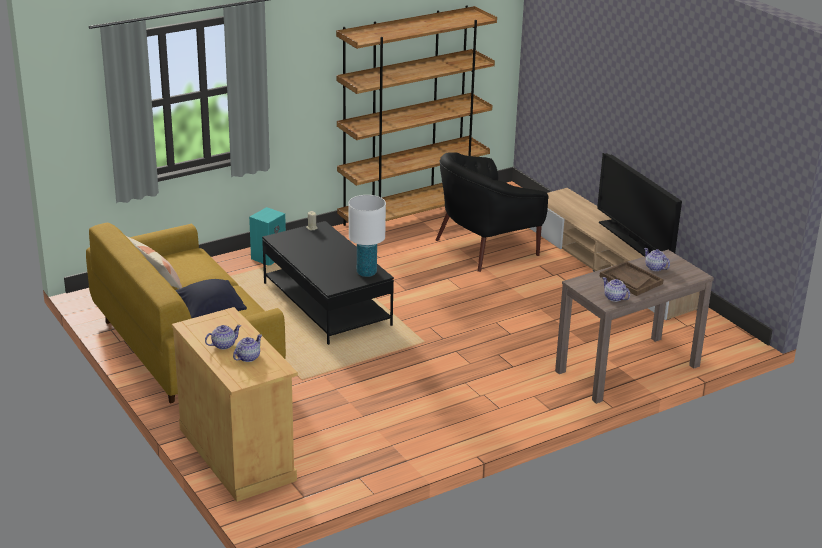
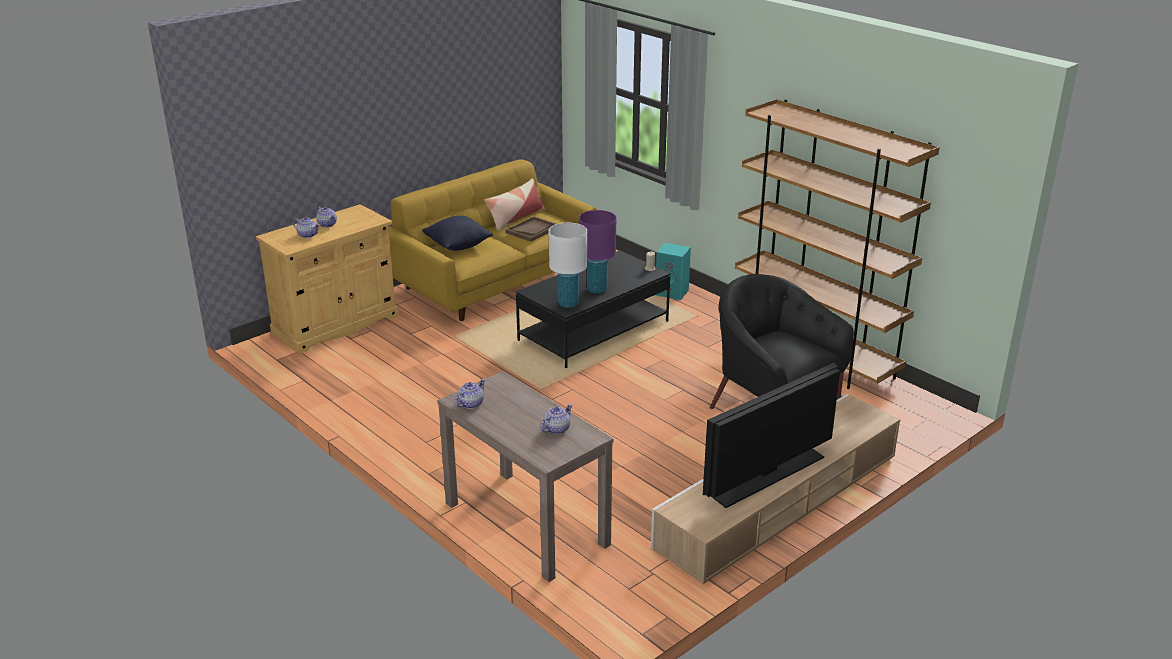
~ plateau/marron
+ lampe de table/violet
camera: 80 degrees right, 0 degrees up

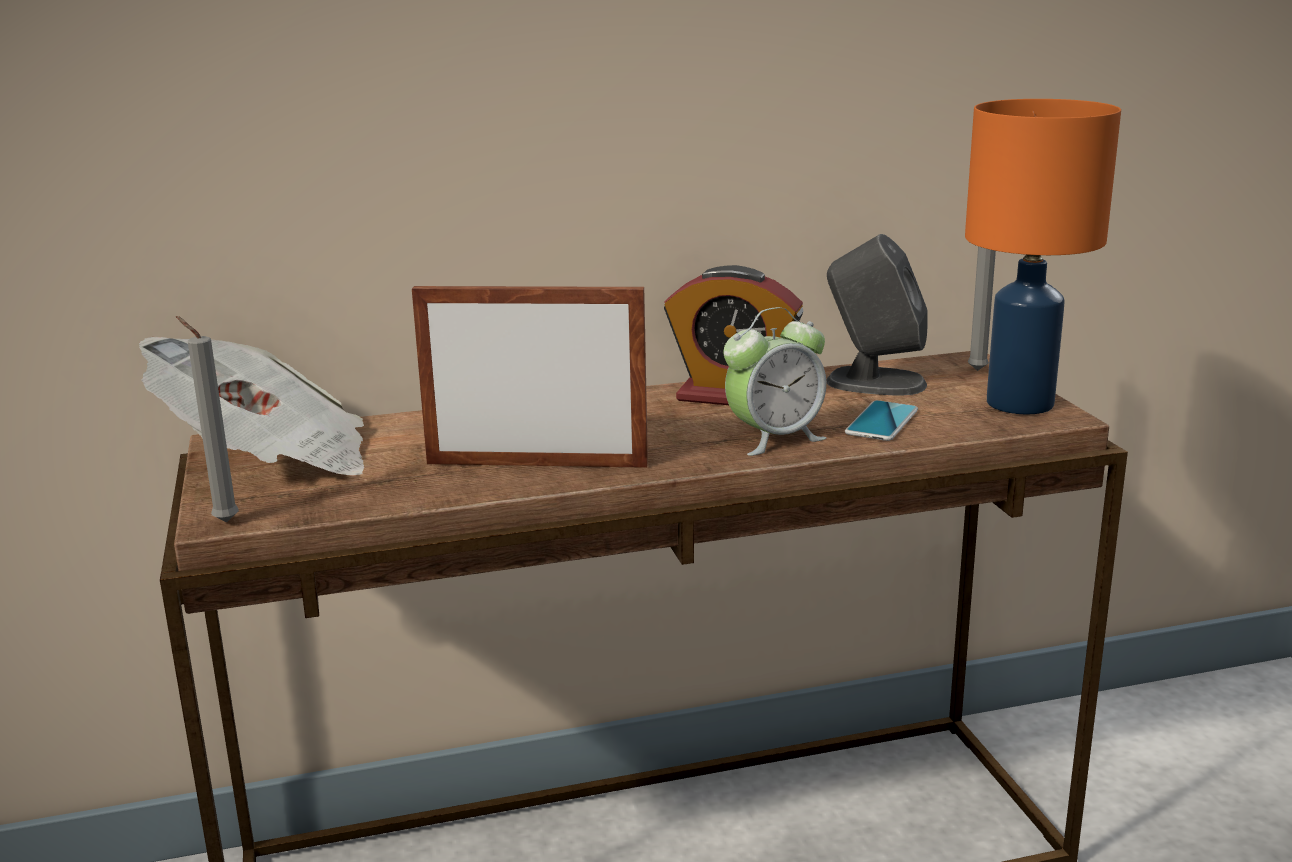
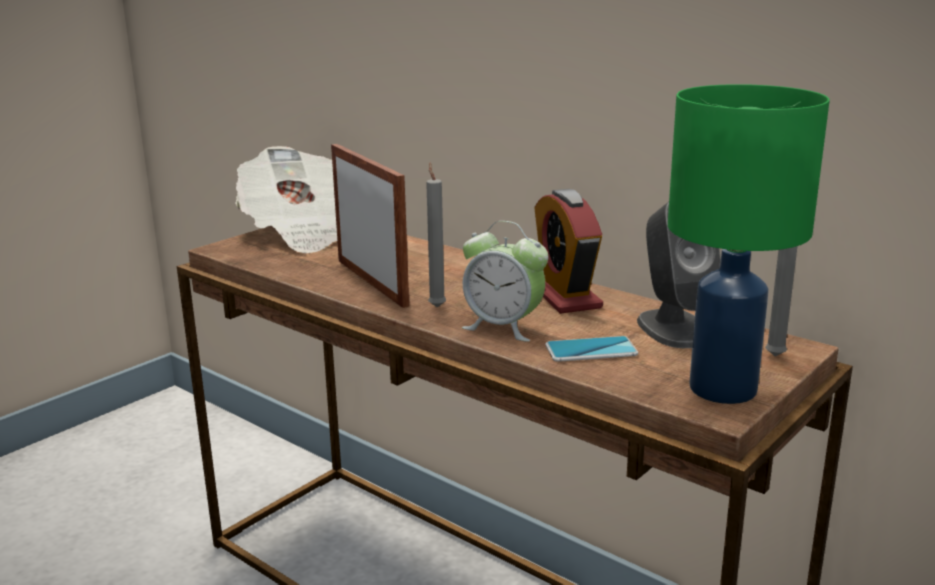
~ bougie/gris (no. 1 from left)
~ lampe de table/orange to lampe de table/vert
camera: 55 degrees right, 0 degrees up

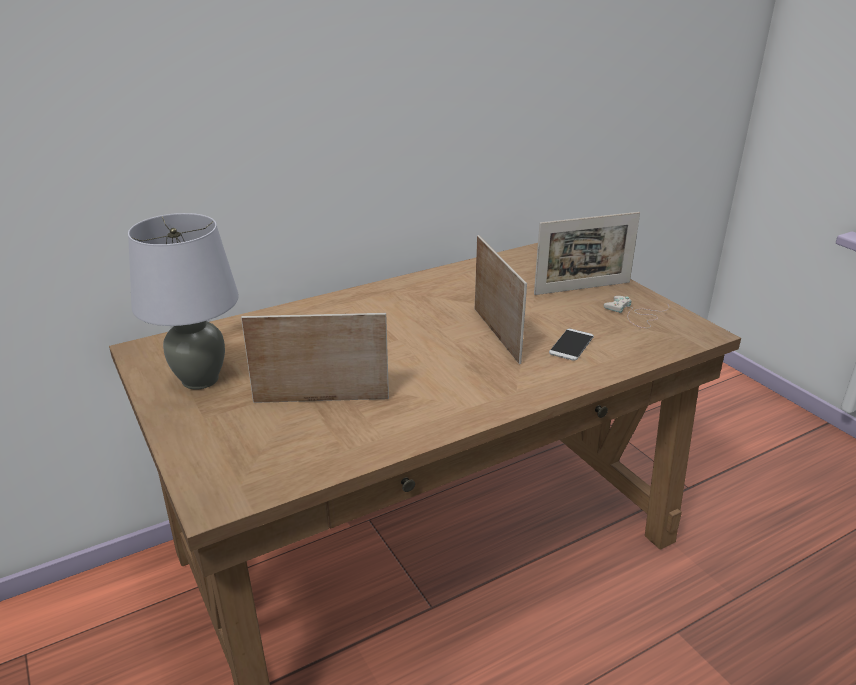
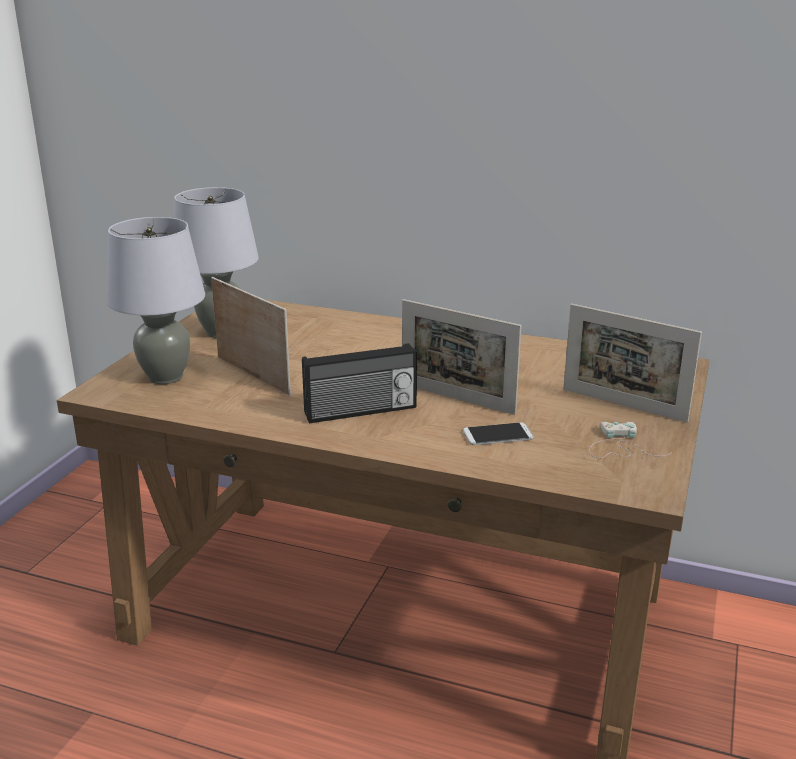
+ lampe de table/gris (no. 1 from left)
+ radio
~ cadre photo (no. 2 from left) 90 degrees clockwise
camera: 50 degrees right, 5 degrees down

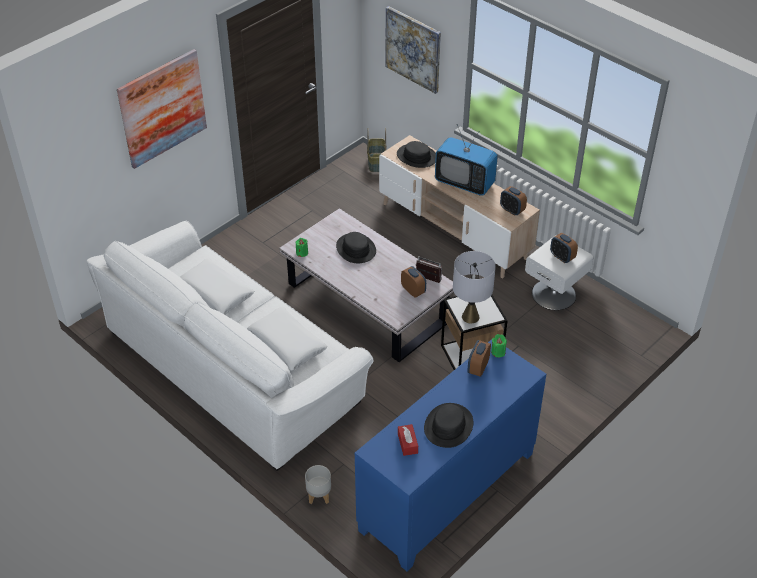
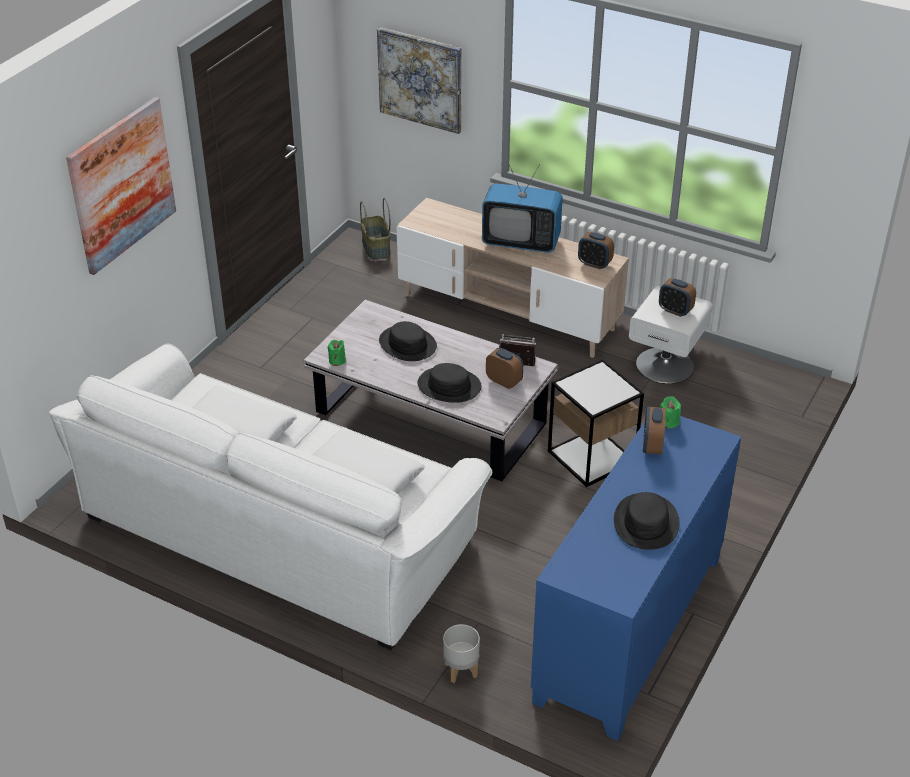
~ chapeau/noir (no. 2 from left)
- boîte à mouchoirs/rouge
- lampe de table/gris
camera: 15 degrees left, 5 degrees down

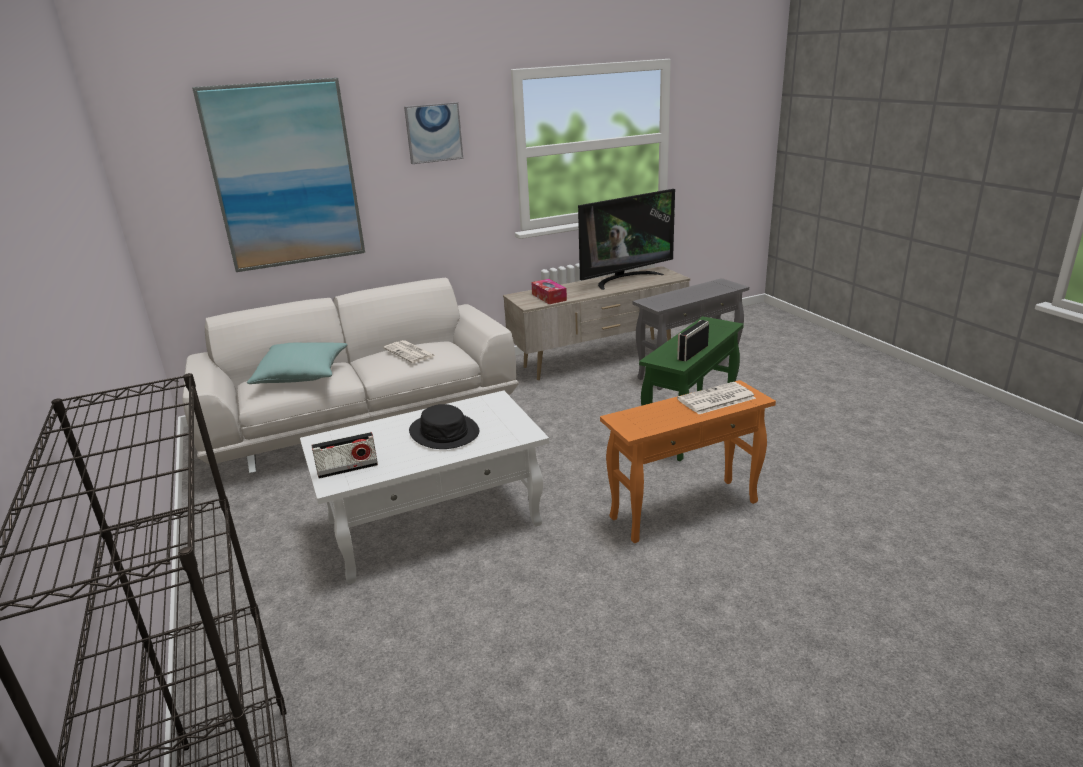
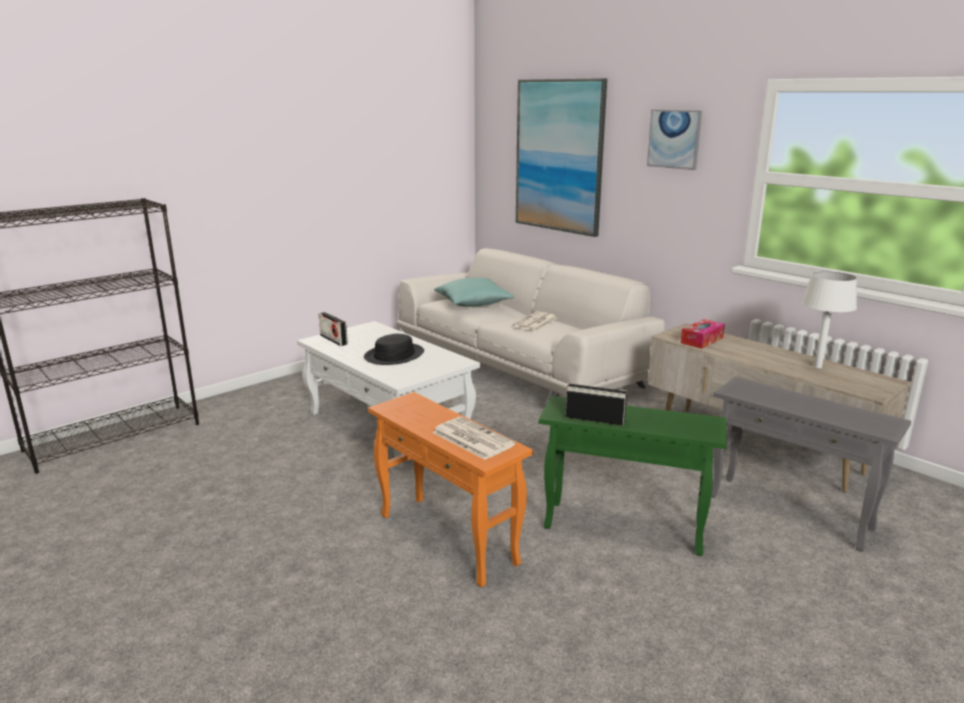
~ téléviseur to lampe de table/blanc
camera: 70 degrees right, 5 degrees down

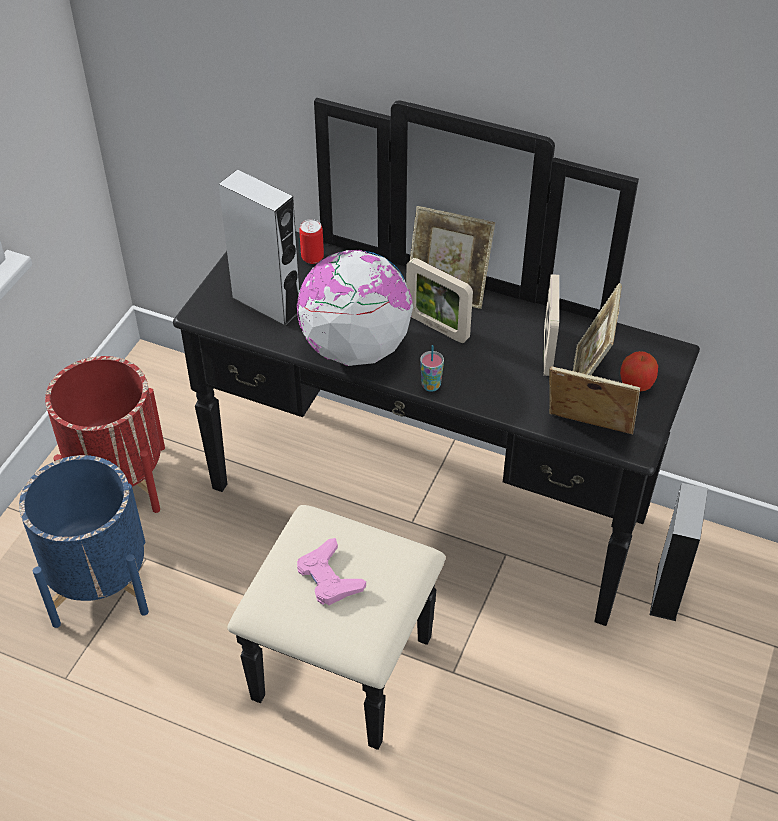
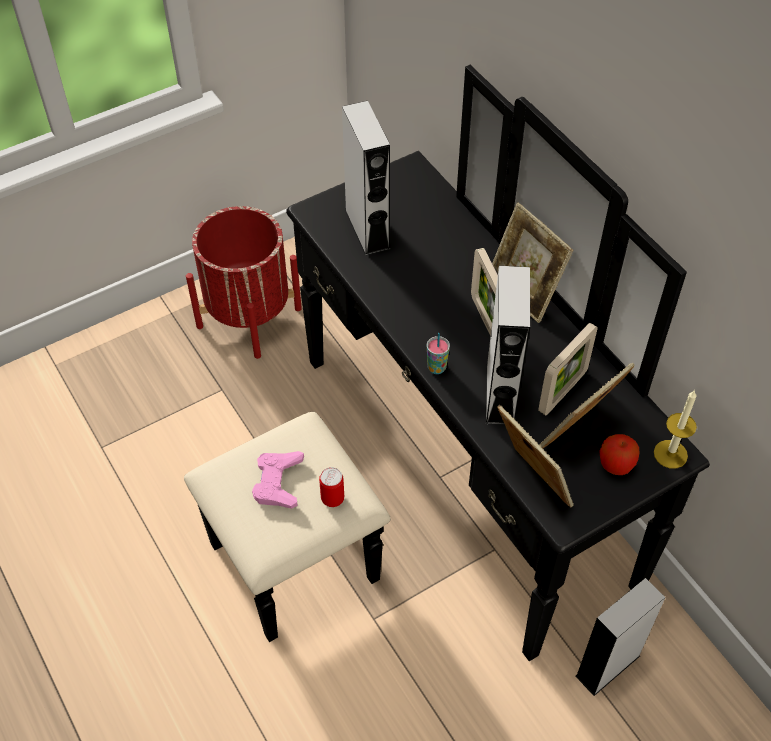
~ boîte métallique
+ enceinte/gris (no. 2 from left)
+ bougie
- cache-pot/bleu
- globe
camera: 35 degrees right, 5 degrees up

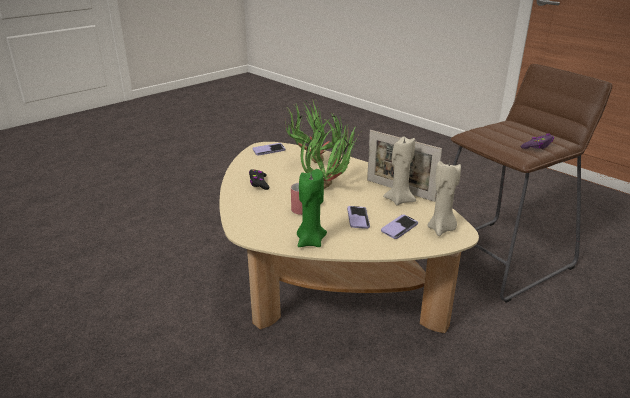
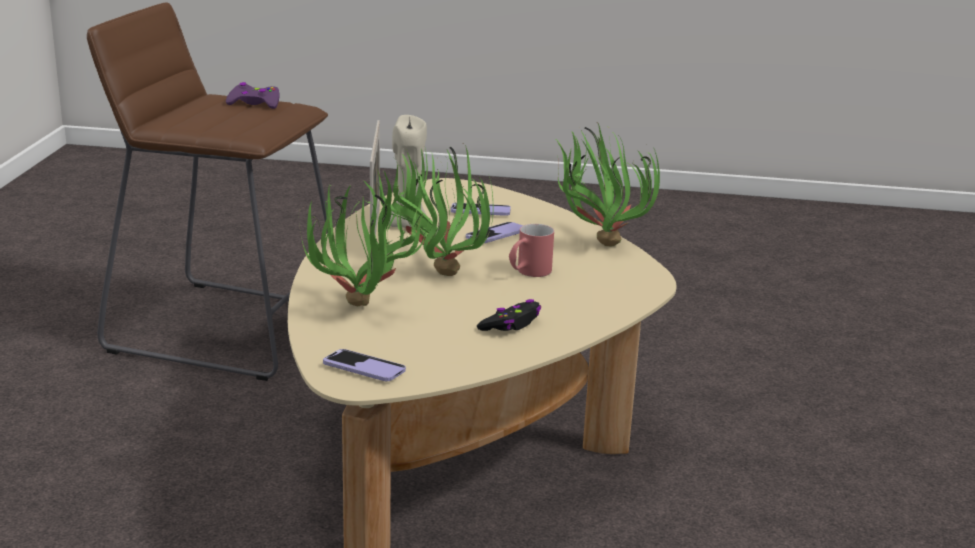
~ bougie/vert to plante en pot (no. 3 from left)
- bougie/beige (no. 2 from left)
camera: 130 degrees left, 5 degrees down

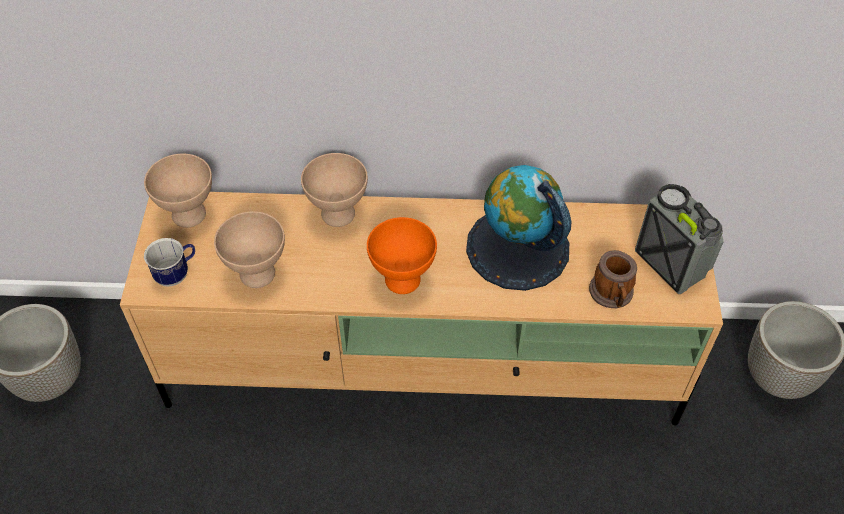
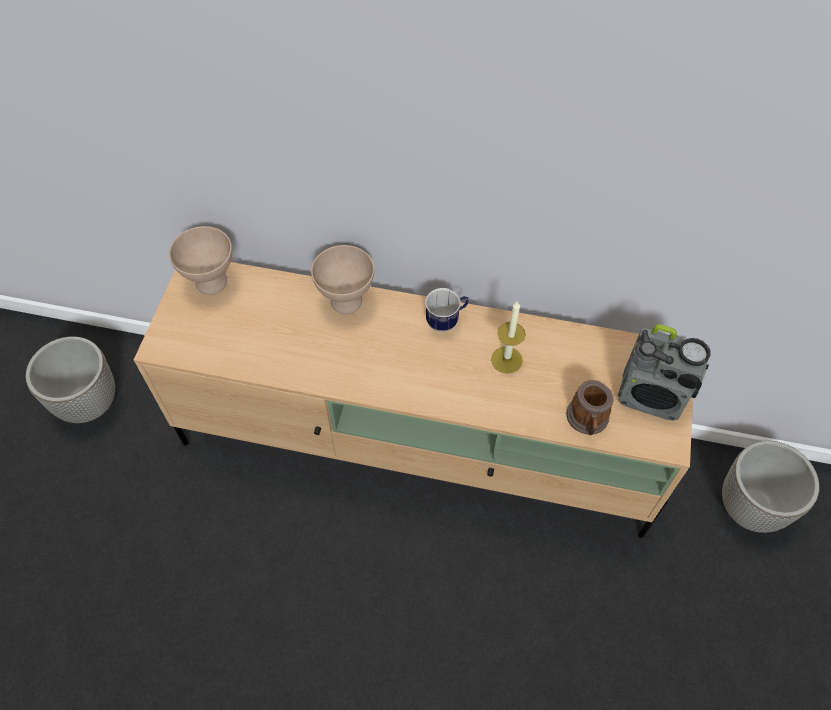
~ mug (no. 1 from left)
~ globe to bougie
~ radio 135 degrees clockwise
- bol/beige (no. 2 from left)
- bol/orange
camera: 10 degrees right, 5 degrees up

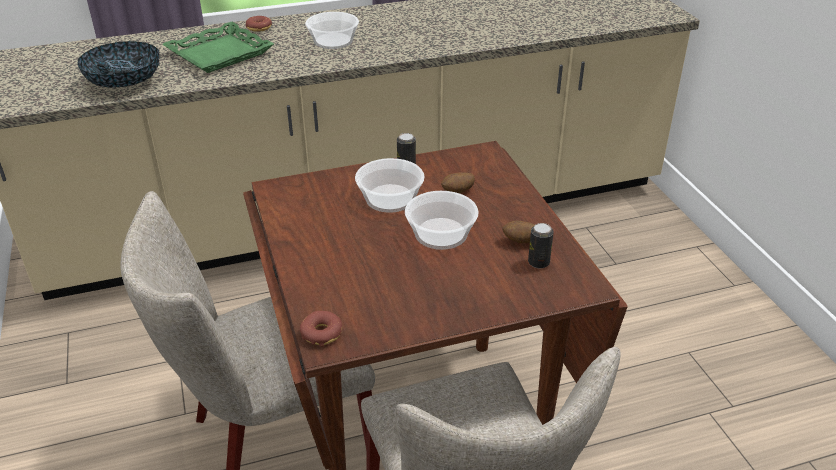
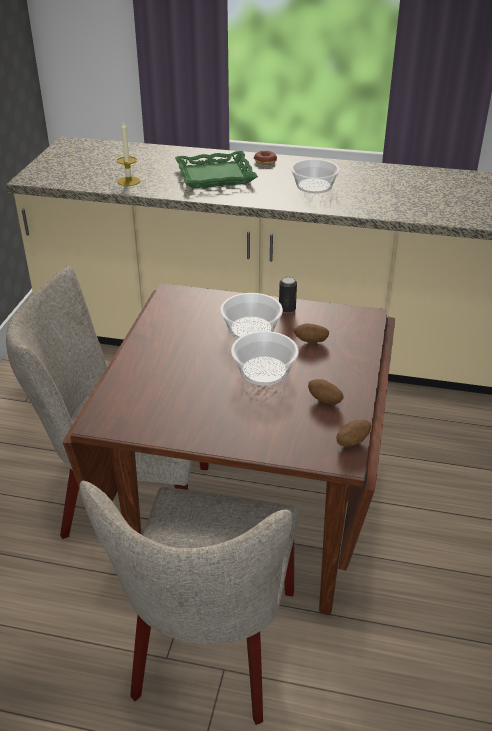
~ bol (no. 1 from left) to bougie
+ pomme de terre (no. 3 from left)
- beignet (no. 2 from left)
- boîte métallique (no. 2 from left)
camera: 30 degrees right, 0 degrees up

